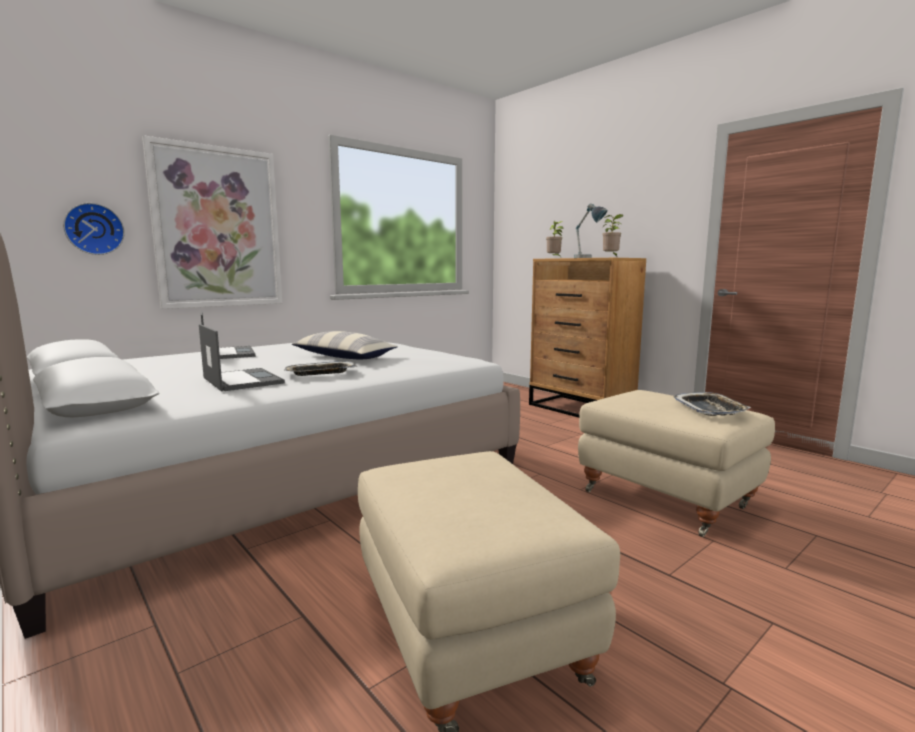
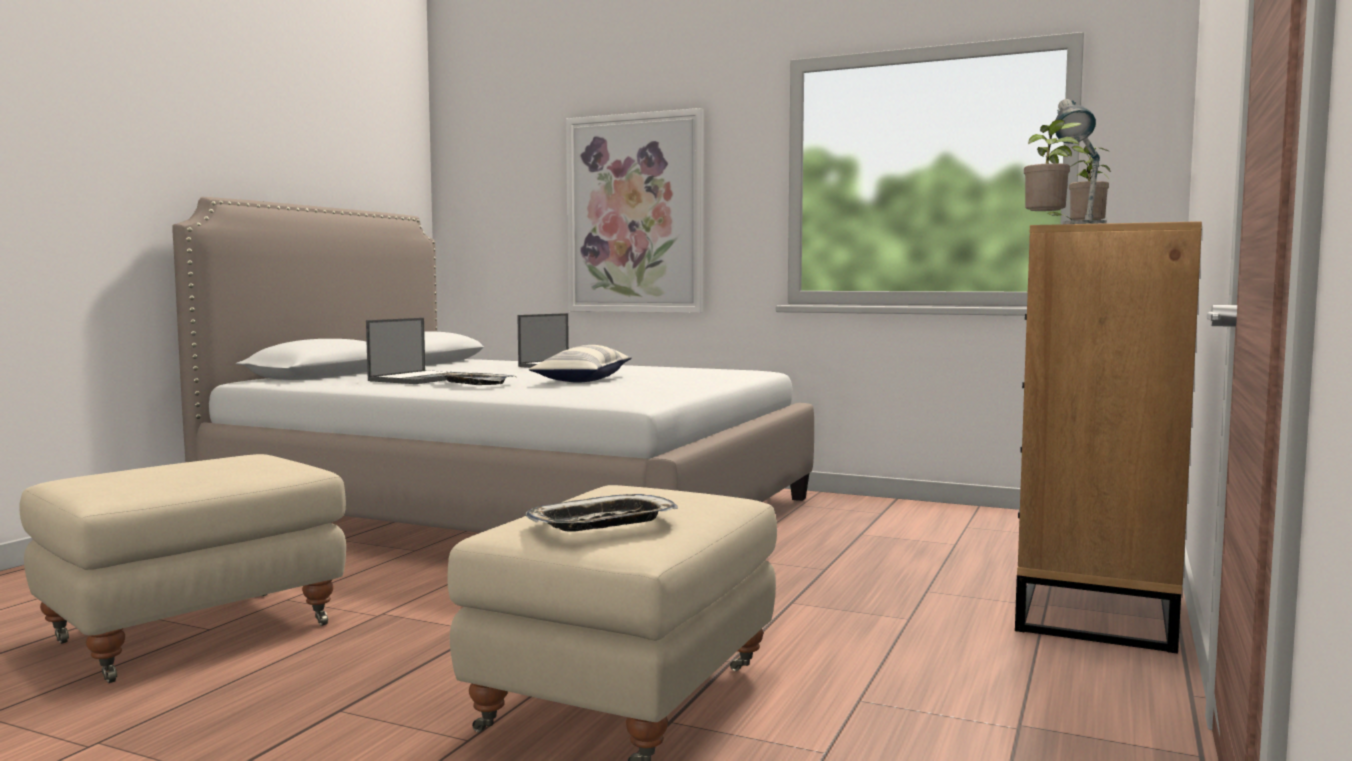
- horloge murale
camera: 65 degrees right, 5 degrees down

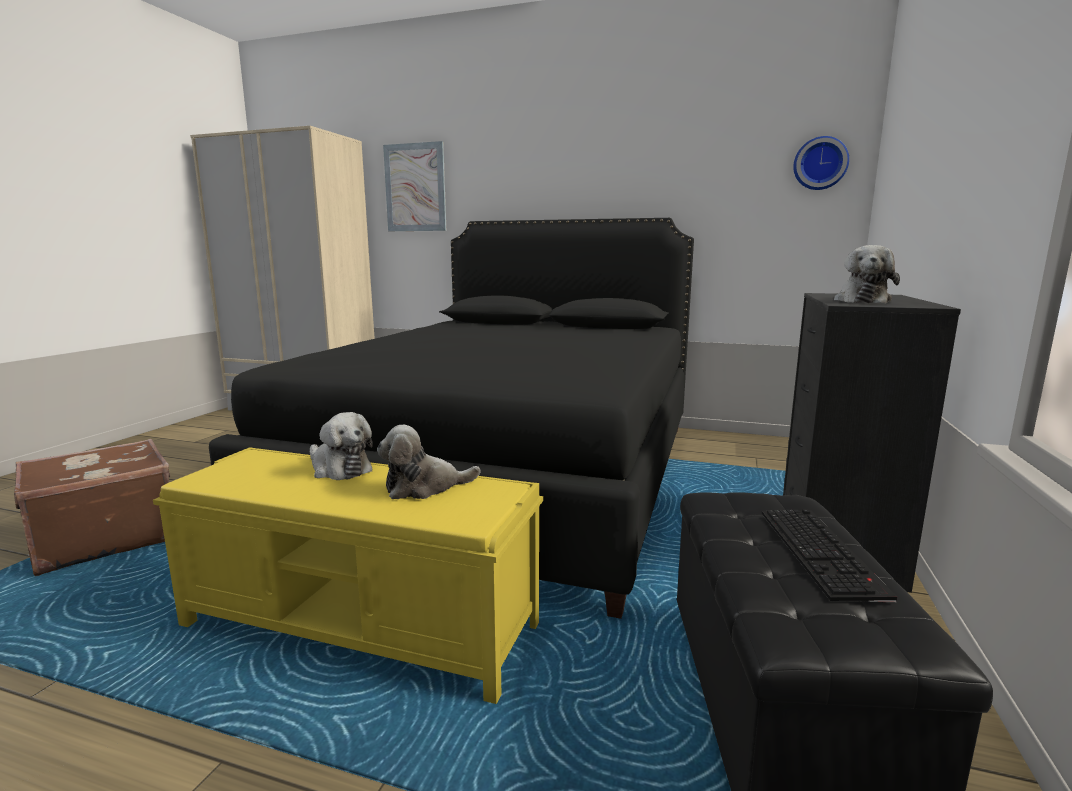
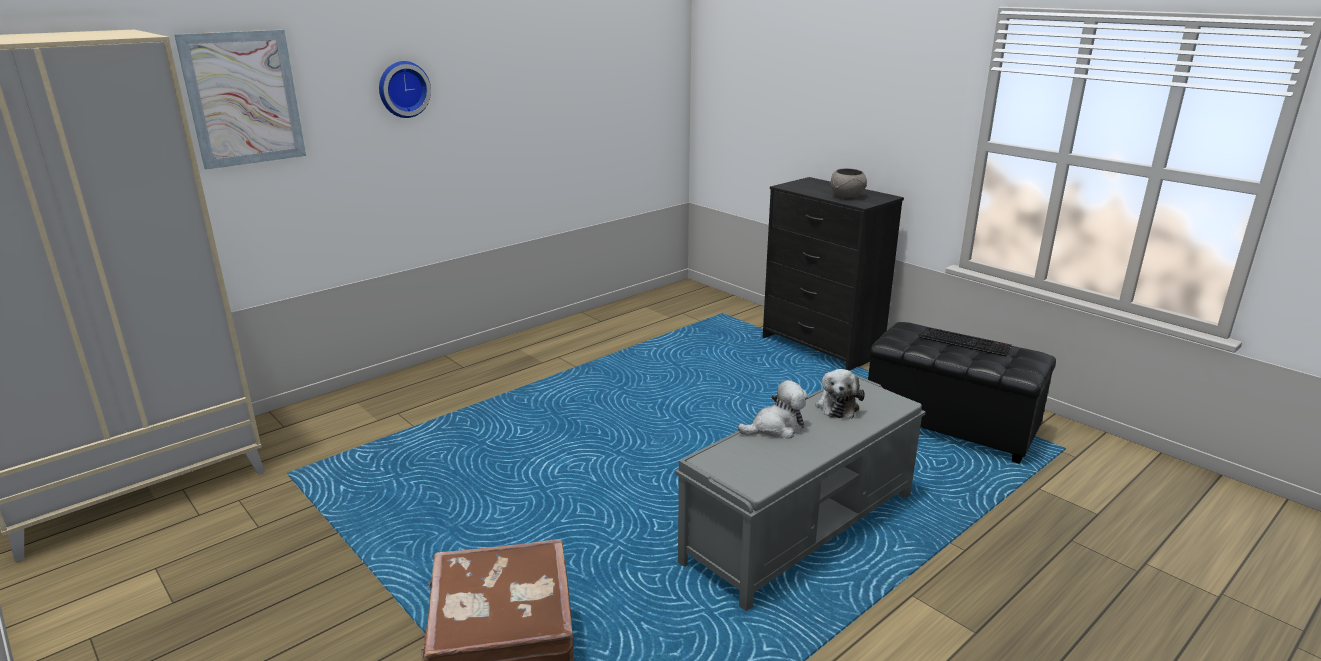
~ horloge murale
~ banc/jaune to banc/gris
~ peluche (no. 3 from left) to bol/gris
- lit/noir
camera: 60 degrees left, 10 degrees up

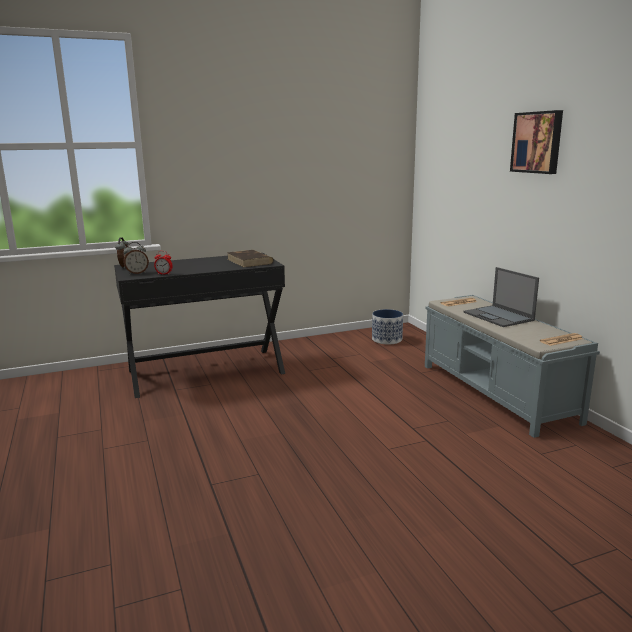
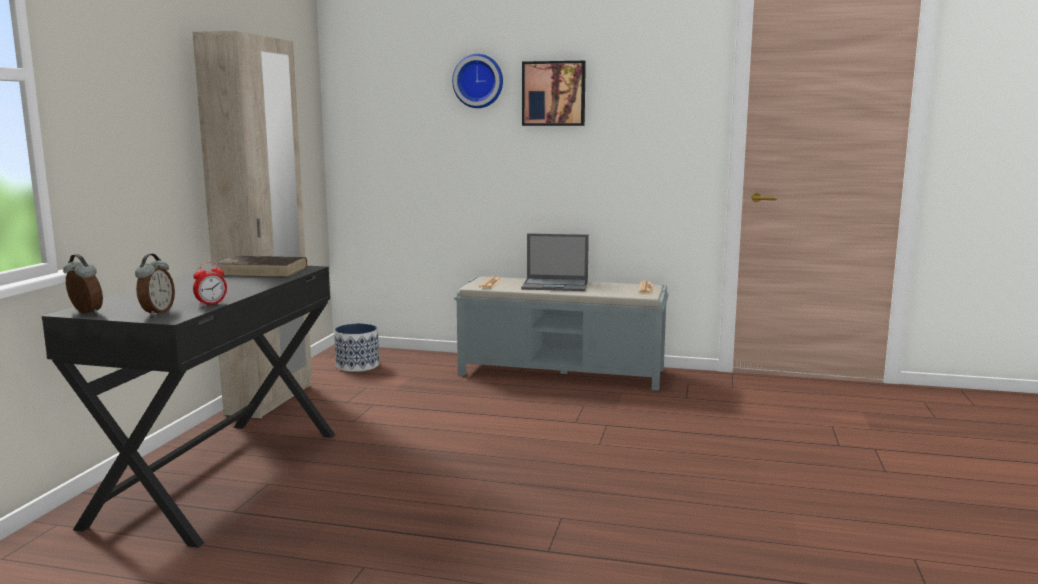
+ armoire/beige
+ horloge murale
camera: 55 degrees left, 5 degrees down

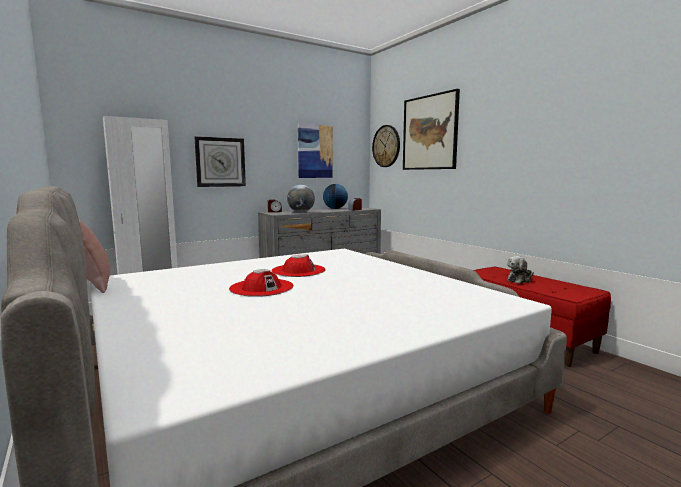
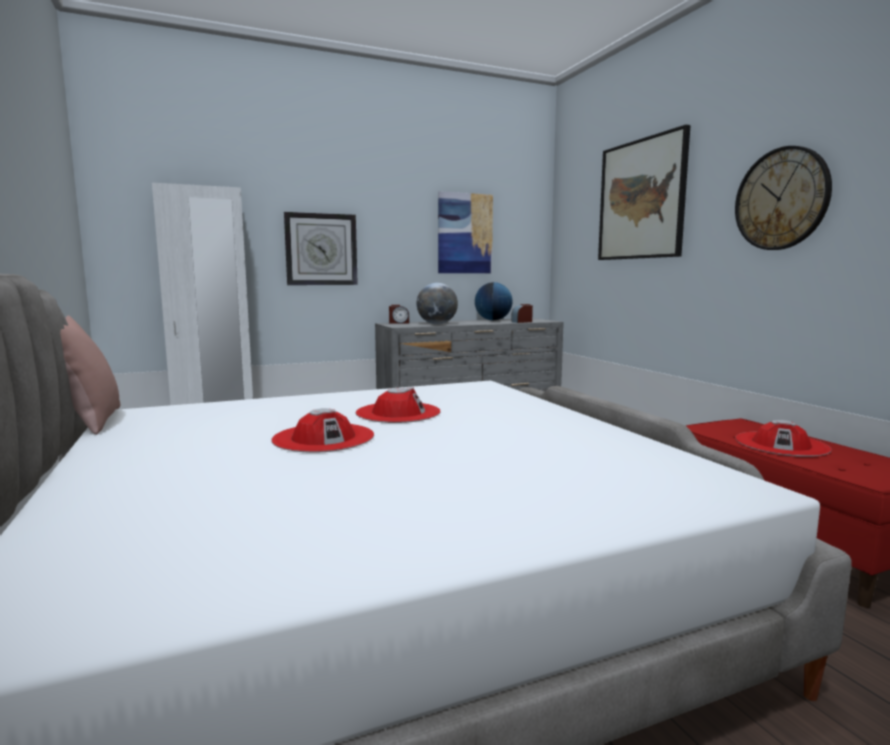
~ horloge murale (no. 2 from left)
~ peluche to chapeau/rouge (no. 3 from left)
camera: 10 degrees right, 0 degrees up

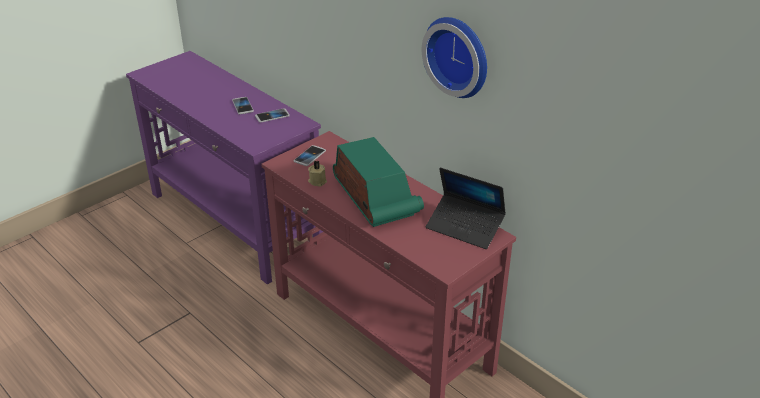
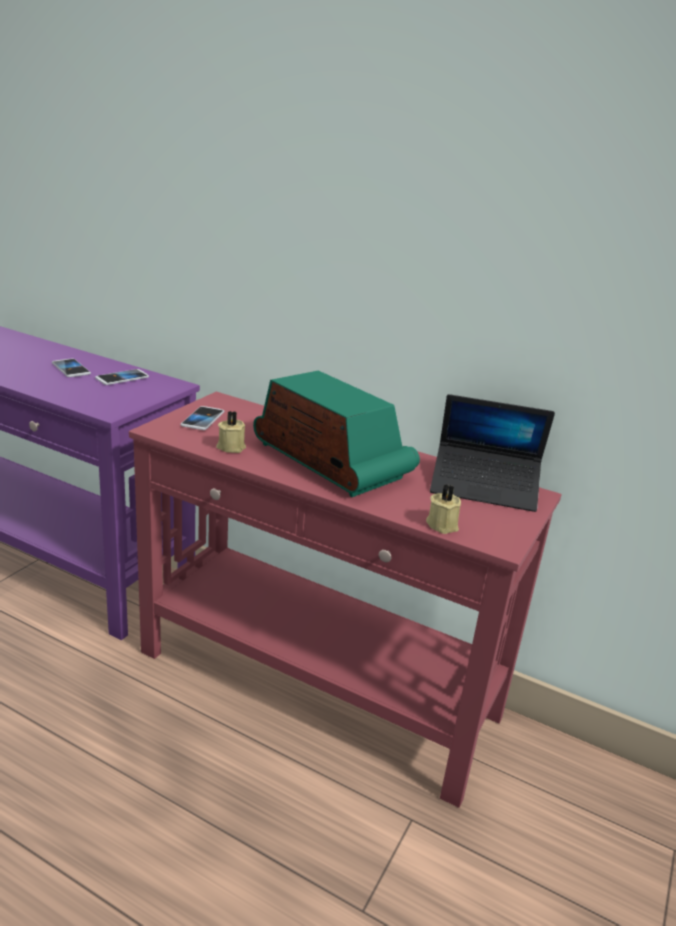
+ bougie/beige (no. 2 from left)
- horloge murale
camera: 20 degrees left, 10 degrees down

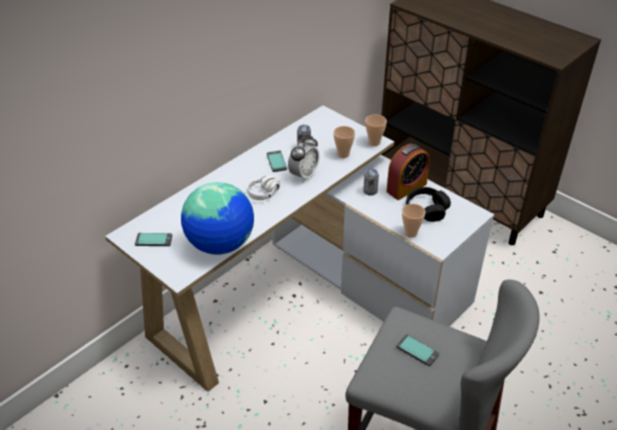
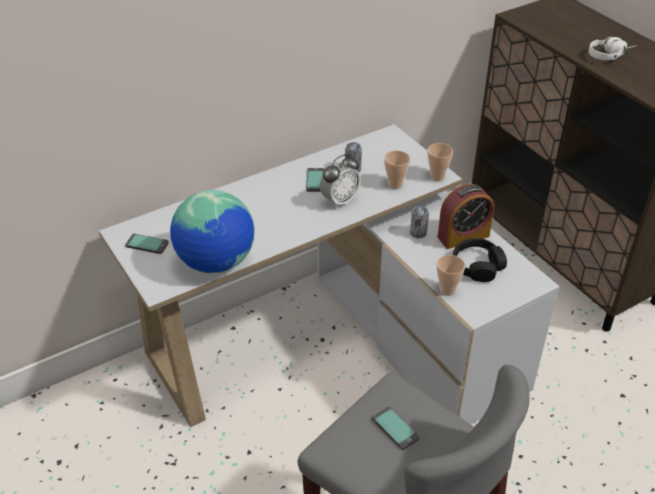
~ casque audio/blanc
camera: 15 degrees right, 0 degrees up

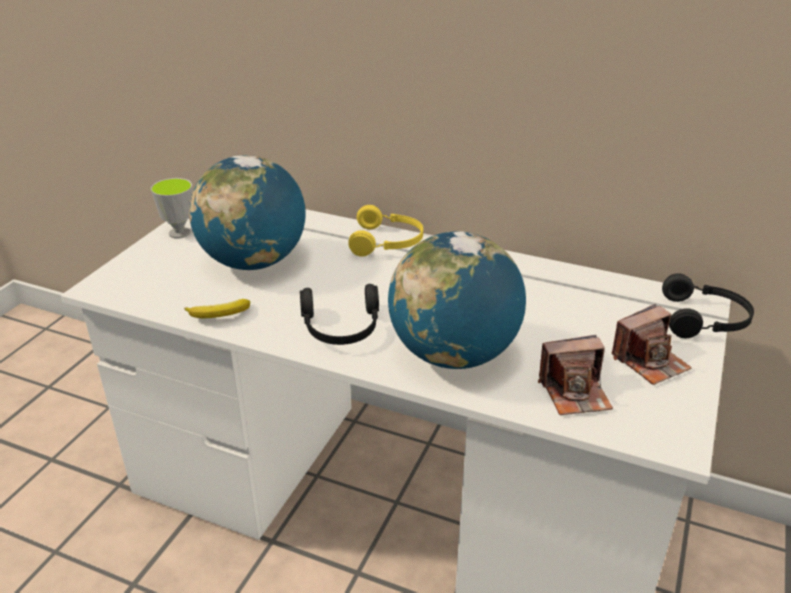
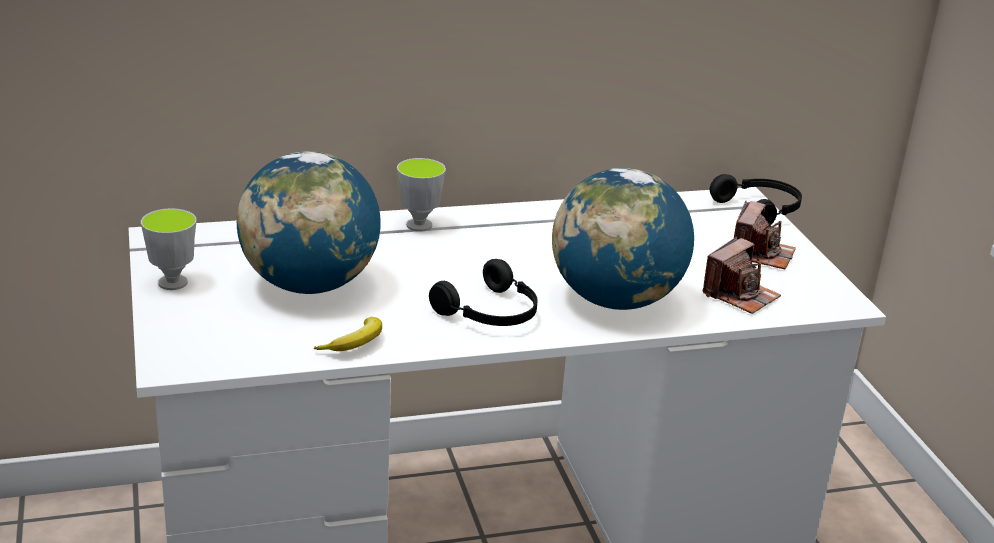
~ casque audio/jaune to tasse (no. 2 from left)
camera: 40 degrees left, 5 degrees down

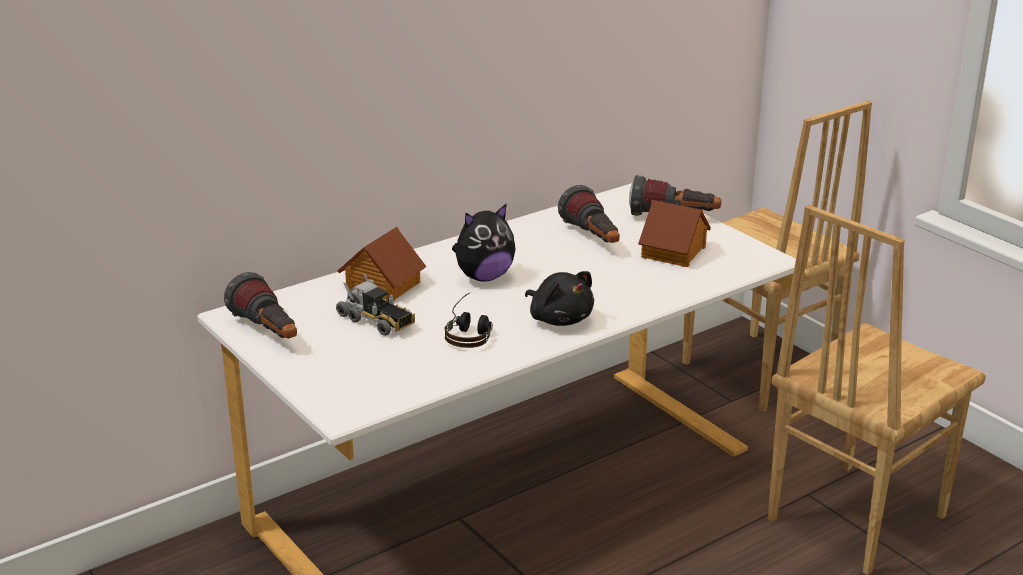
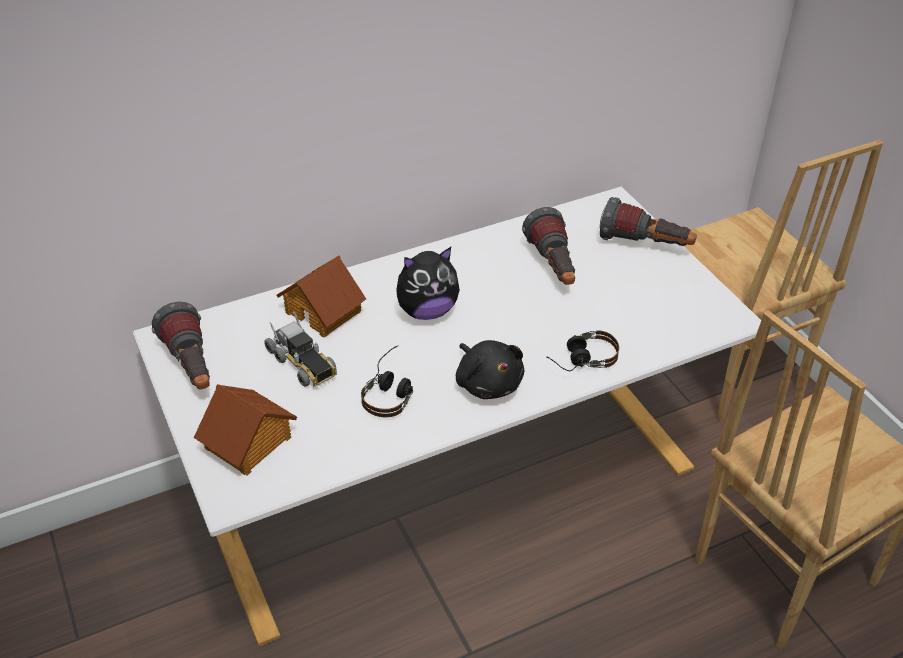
~ maison miniature (no. 2 from left in the first image) to maison miniature (no. 1 from left)
+ casque audio (no. 2 from left)
camera: 10 degrees right, 15 degrees up

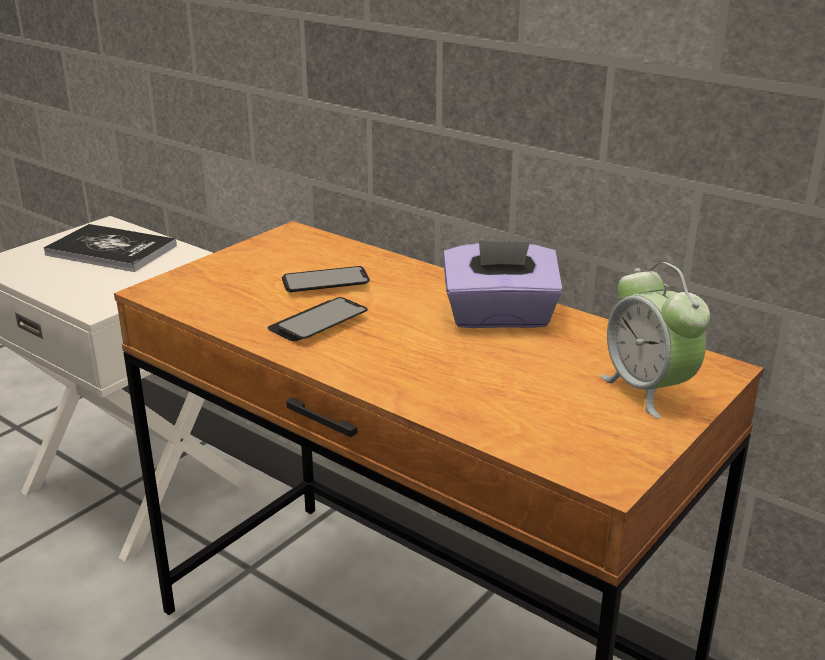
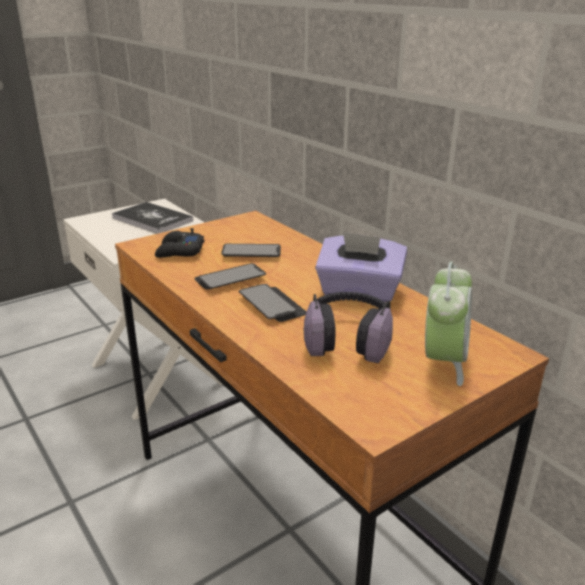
+ manette/noir
+ téléphone (no. 3 from left)
+ casque audio
~ réveil 150 degrees counterclockwise
camera: 15 degrees right, 0 degrees up

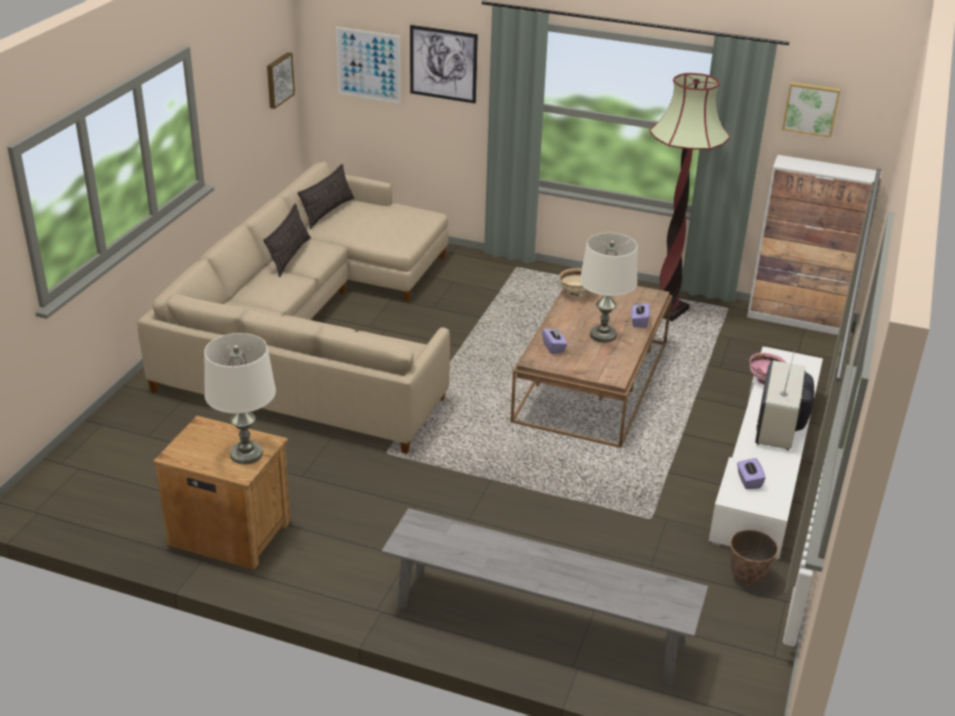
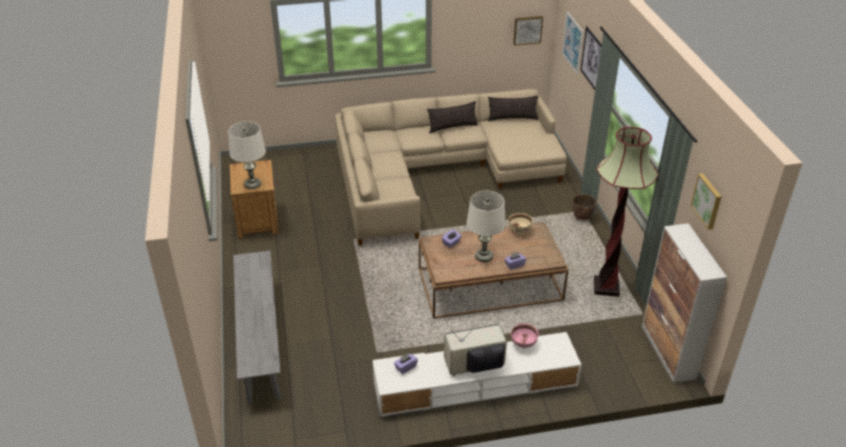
~ cache-pot
camera: 60 degrees right, 5 degrees up

